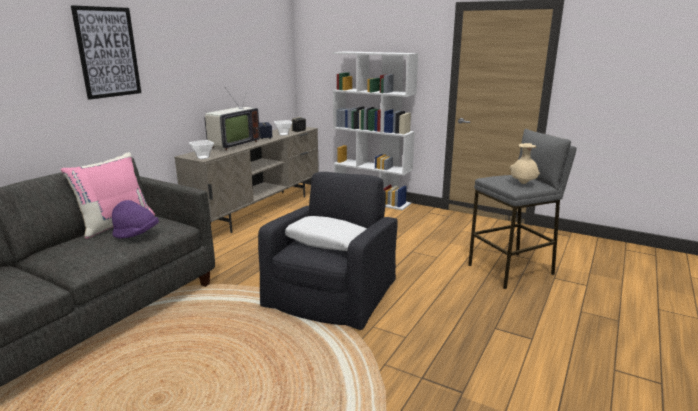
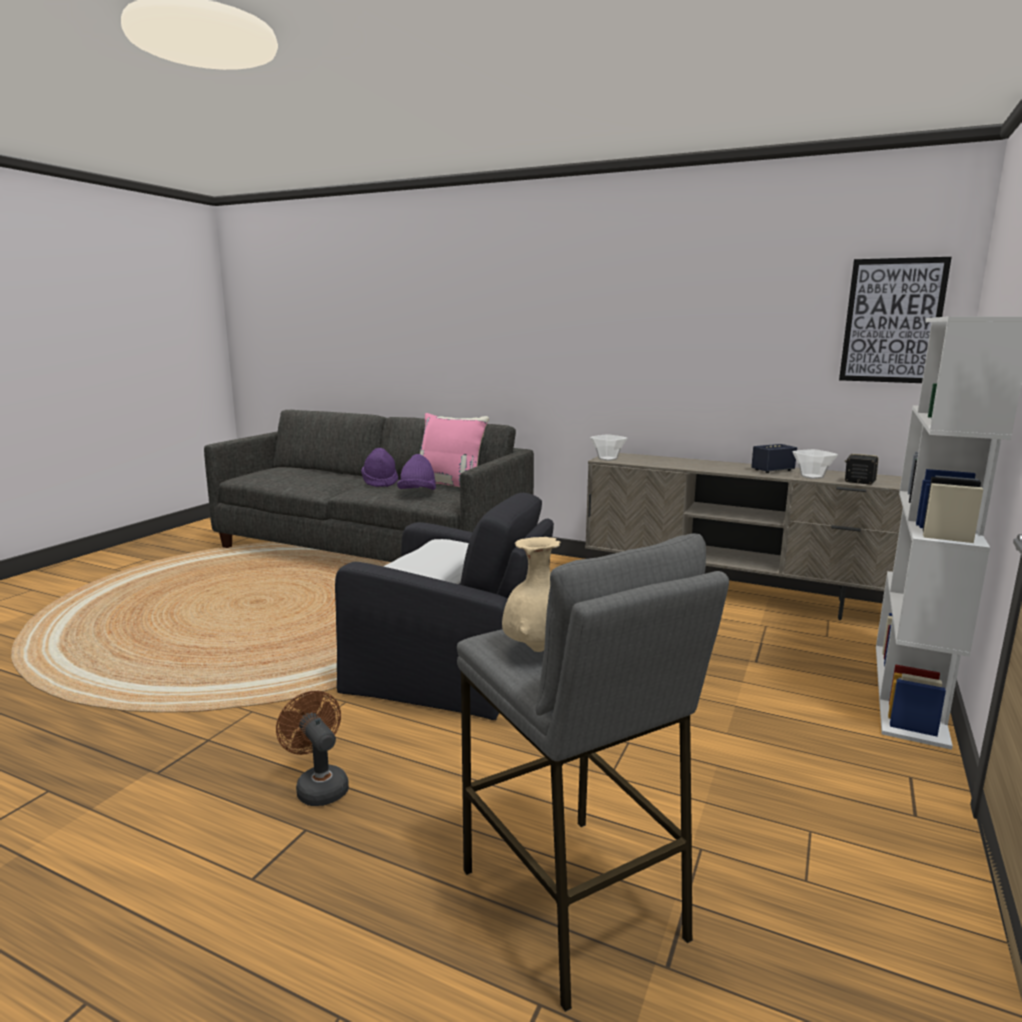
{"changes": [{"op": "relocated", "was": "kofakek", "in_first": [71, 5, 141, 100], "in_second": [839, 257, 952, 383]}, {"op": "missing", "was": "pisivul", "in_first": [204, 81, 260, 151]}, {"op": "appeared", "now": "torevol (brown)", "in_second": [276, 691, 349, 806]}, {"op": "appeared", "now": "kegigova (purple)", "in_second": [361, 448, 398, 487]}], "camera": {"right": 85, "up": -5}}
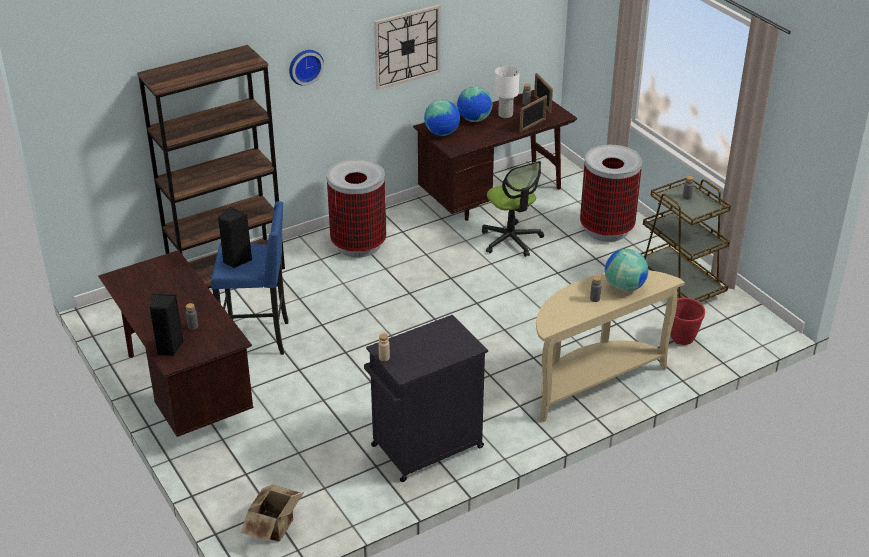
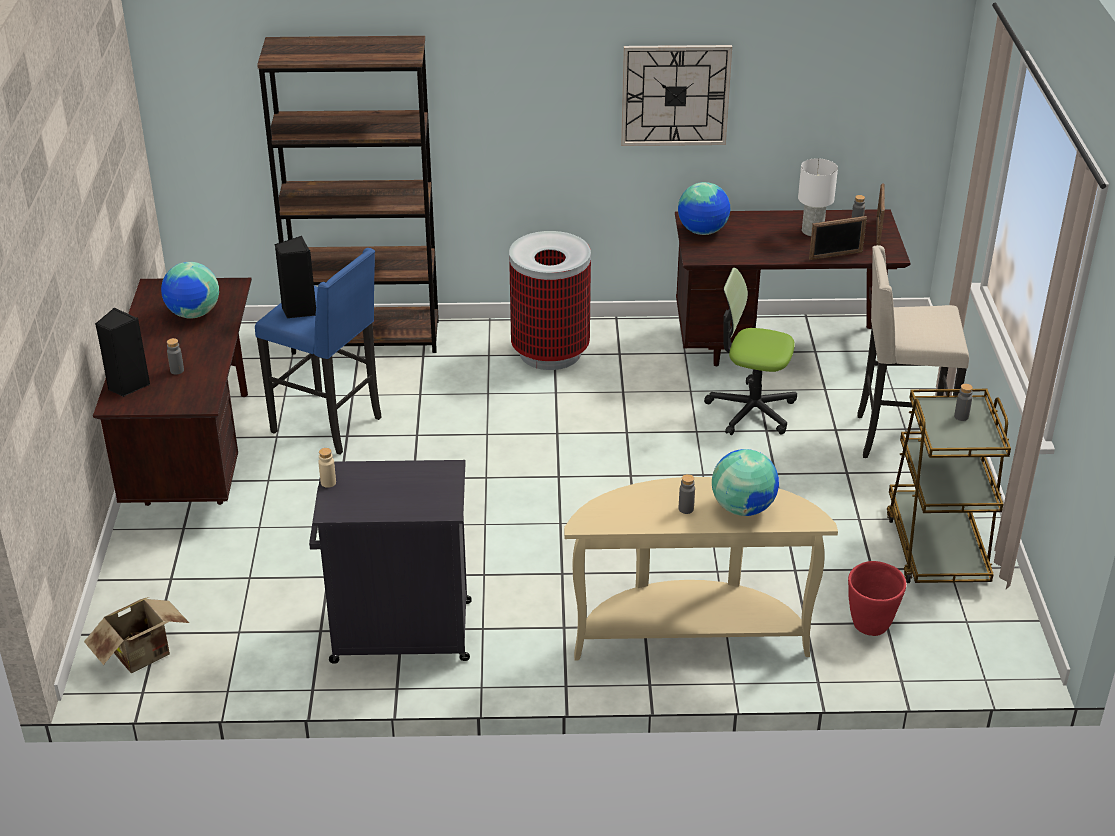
{"changes": [{"op": "missing", "was": "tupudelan", "in_first": [289, 50, 324, 86]}, {"op": "relocated", "was": "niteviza", "in_first": [457, 86, 492, 122], "in_second": [161, 262, 219, 319]}, {"op": "spun", "was": "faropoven", "in_first": [482, 161, 544, 257], "in_second": [704, 268, 797, 435], "clockwise": 105}, {"op": "exchanged", "was": "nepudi", "now": "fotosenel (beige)", "in_first": [580, 145, 642, 242], "in_second": [857, 245, 969, 458]}], "camera": {"right": 30, "up": 0}}
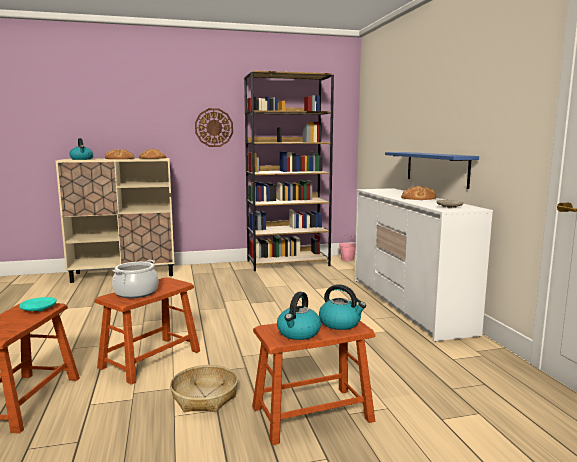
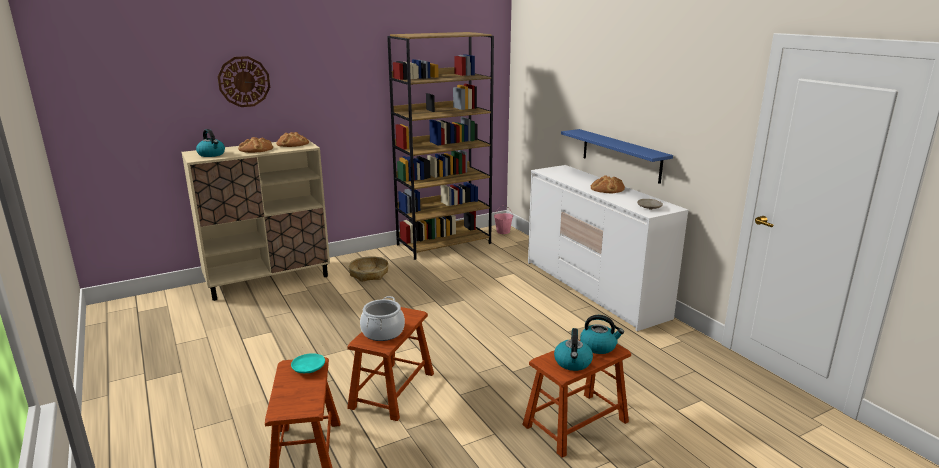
{"changes": [{"op": "relocated", "was": "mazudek", "in_first": [170, 365, 238, 412], "in_second": [348, 256, 389, 282]}, {"op": "relocated", "was": "tupudelan", "in_first": [195, 108, 233, 147], "in_second": [218, 56, 270, 107]}], "camera": {"right": -15, "up": 10}}
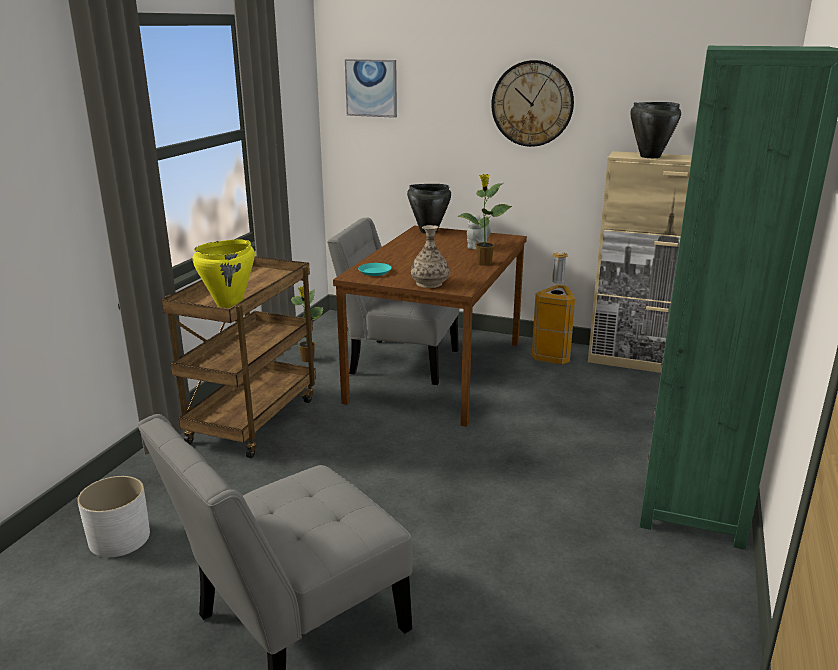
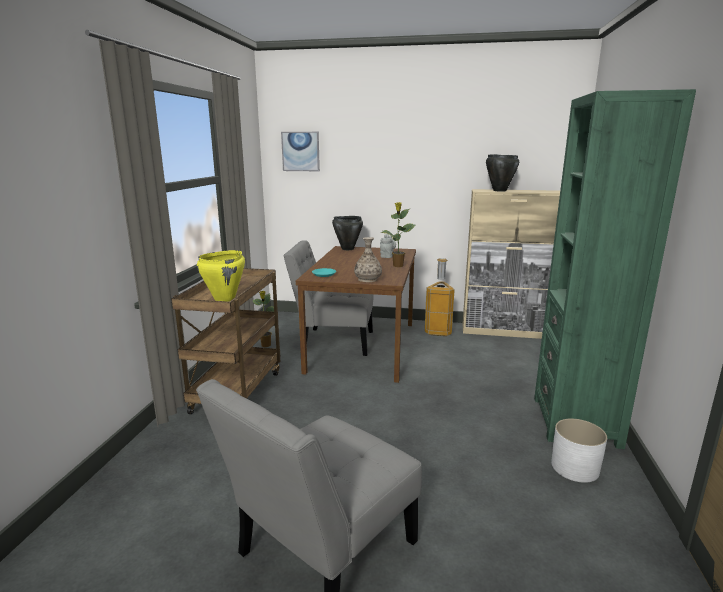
{"changes": [{"op": "relocated", "was": "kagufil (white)", "in_first": [77, 476, 150, 557], "in_second": [551, 419, 607, 483]}, {"op": "missing", "was": "tupudelan", "in_first": [491, 60, 574, 147]}], "camera": {"right": -10, "up": -5}}
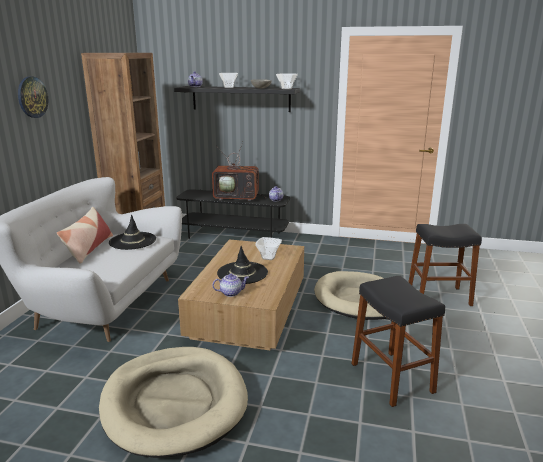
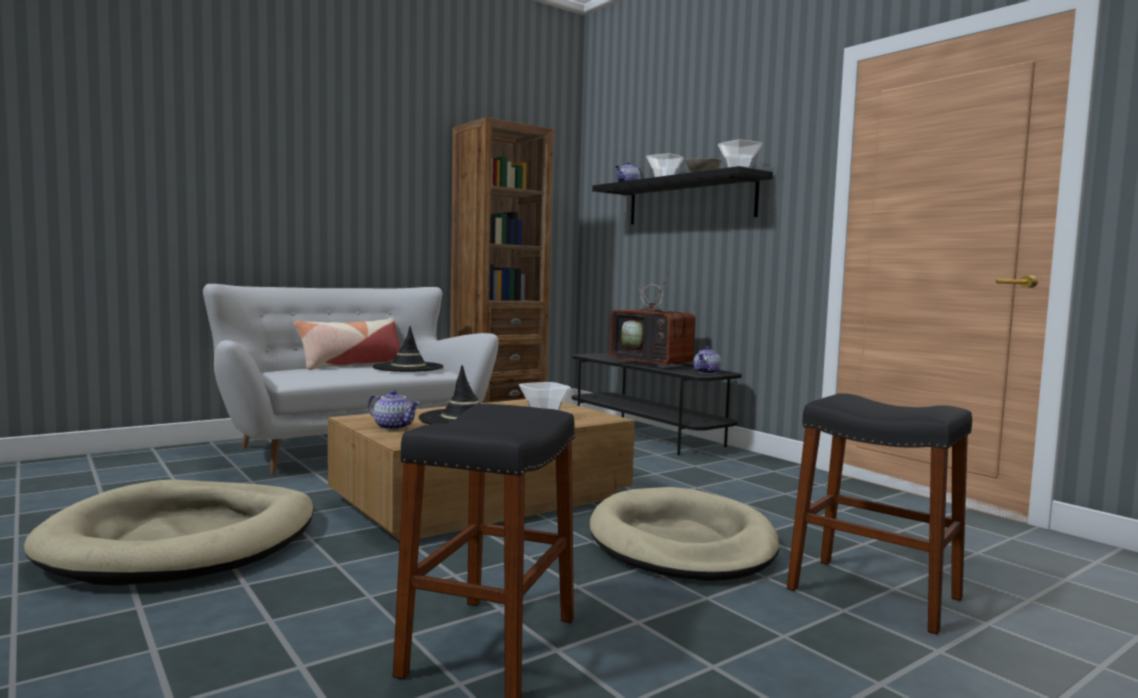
{"changes": [{"op": "missing", "was": "tupudelan", "in_first": [18, 77, 48, 118]}], "camera": {"right": 40, "up": -15}}
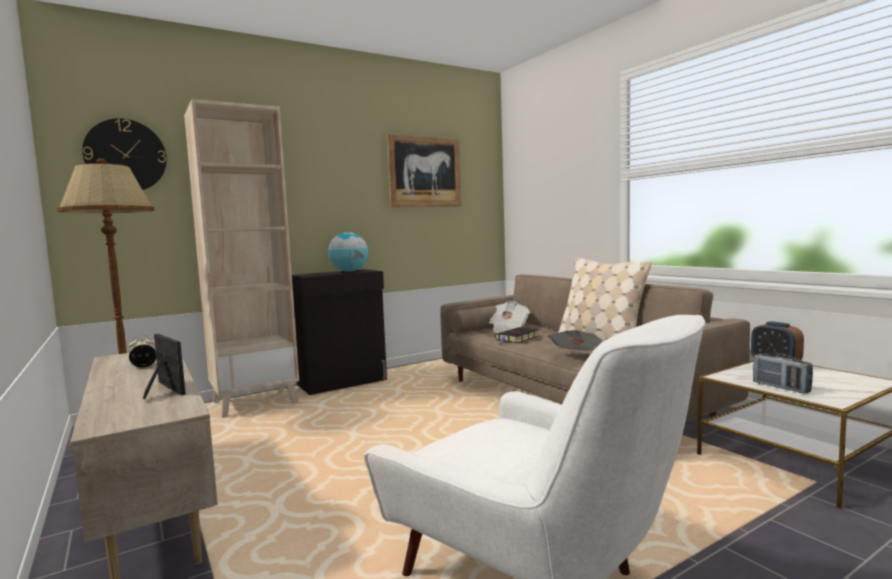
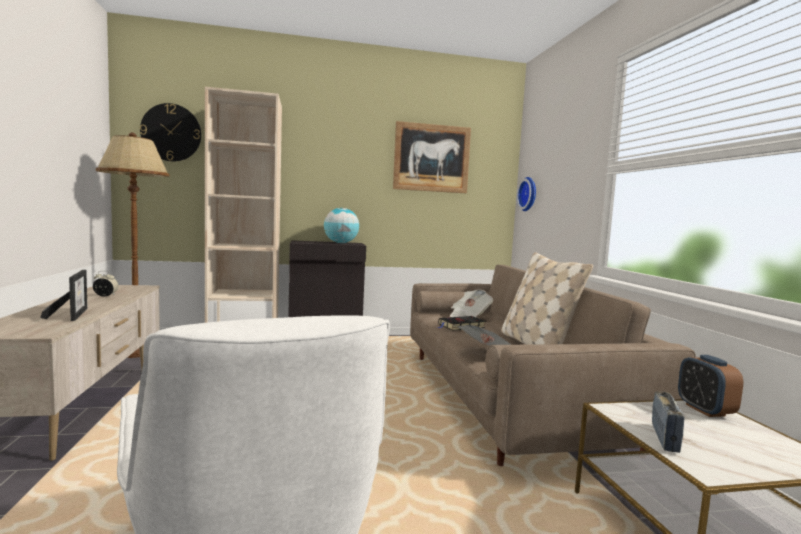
{"changes": [{"op": "spun", "was": "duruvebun", "in_first": [753, 353, 813, 393], "in_second": [652, 391, 685, 453], "clockwise": -150}, {"op": "appeared", "now": "tupudelan", "in_second": [517, 177, 536, 211]}], "camera": {"right": 20, "up": 0}}
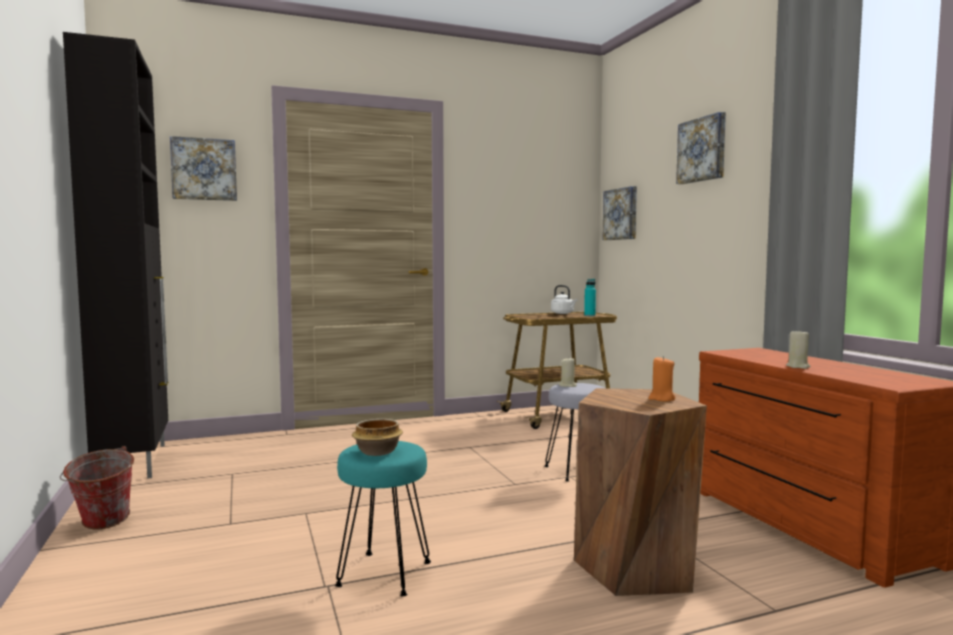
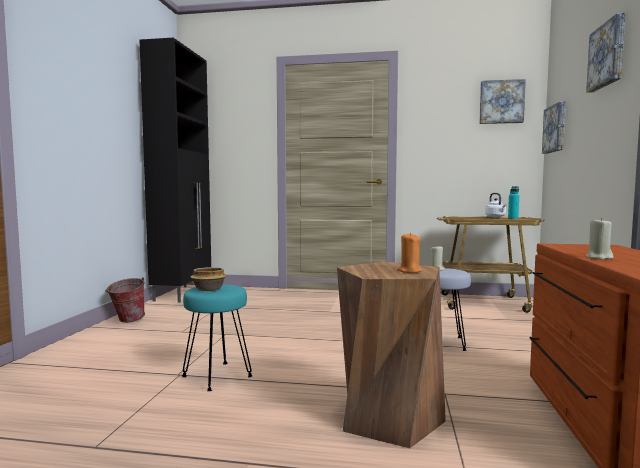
{"changes": [{"op": "relocated", "was": "kofakek", "in_first": [170, 136, 237, 201], "in_second": [479, 79, 526, 124]}], "camera": {"right": 30, "up": 0}}
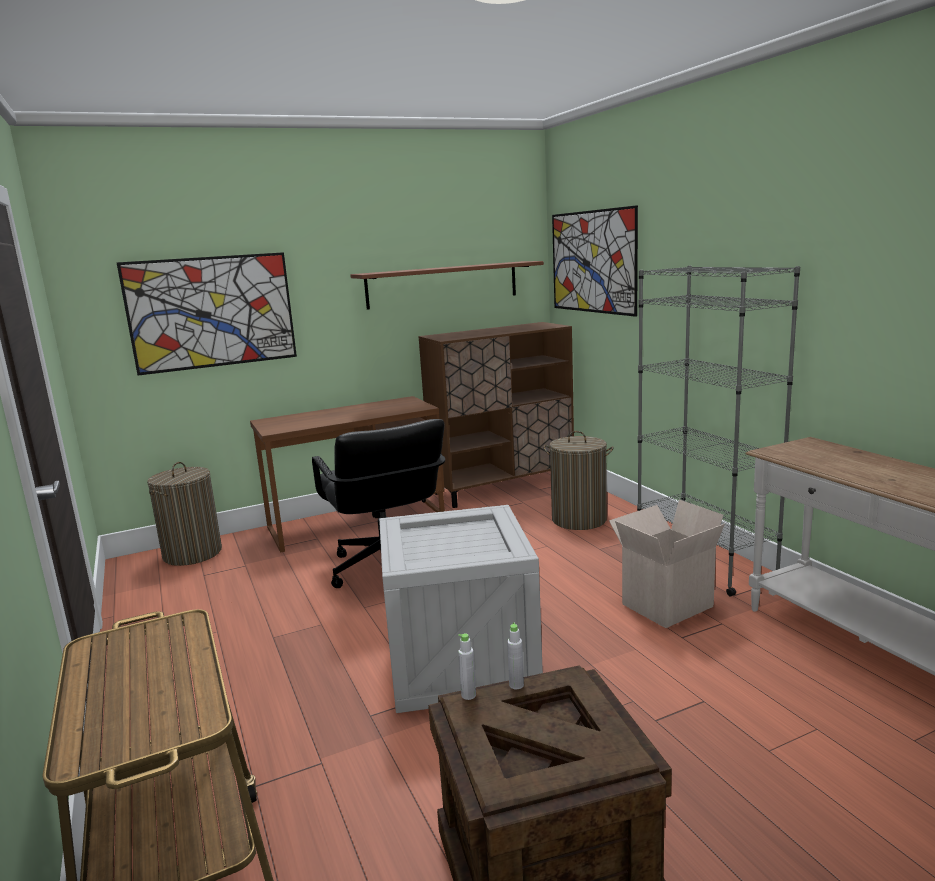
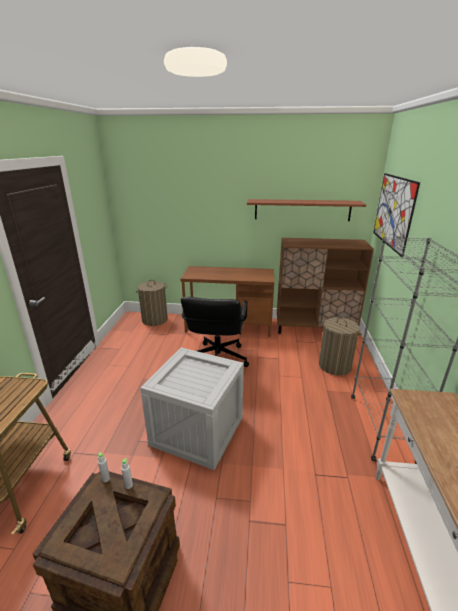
{"changes": [{"op": "missing", "was": "kofakek", "in_first": [117, 252, 297, 375]}, {"op": "missing", "was": "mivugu", "in_first": [609, 500, 725, 628]}], "camera": {"right": 30, "up": 10}}
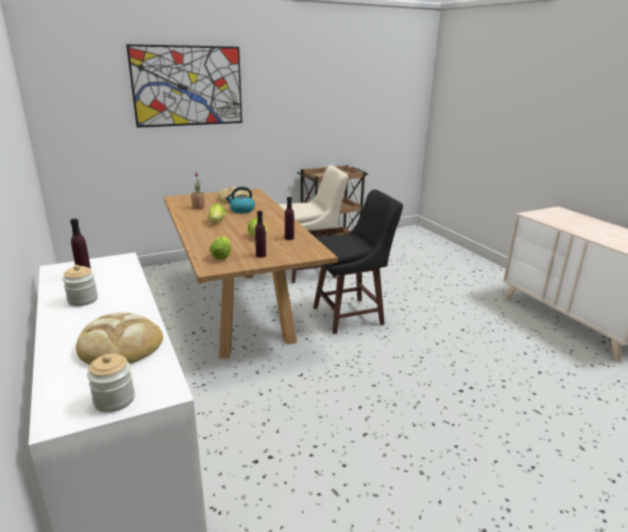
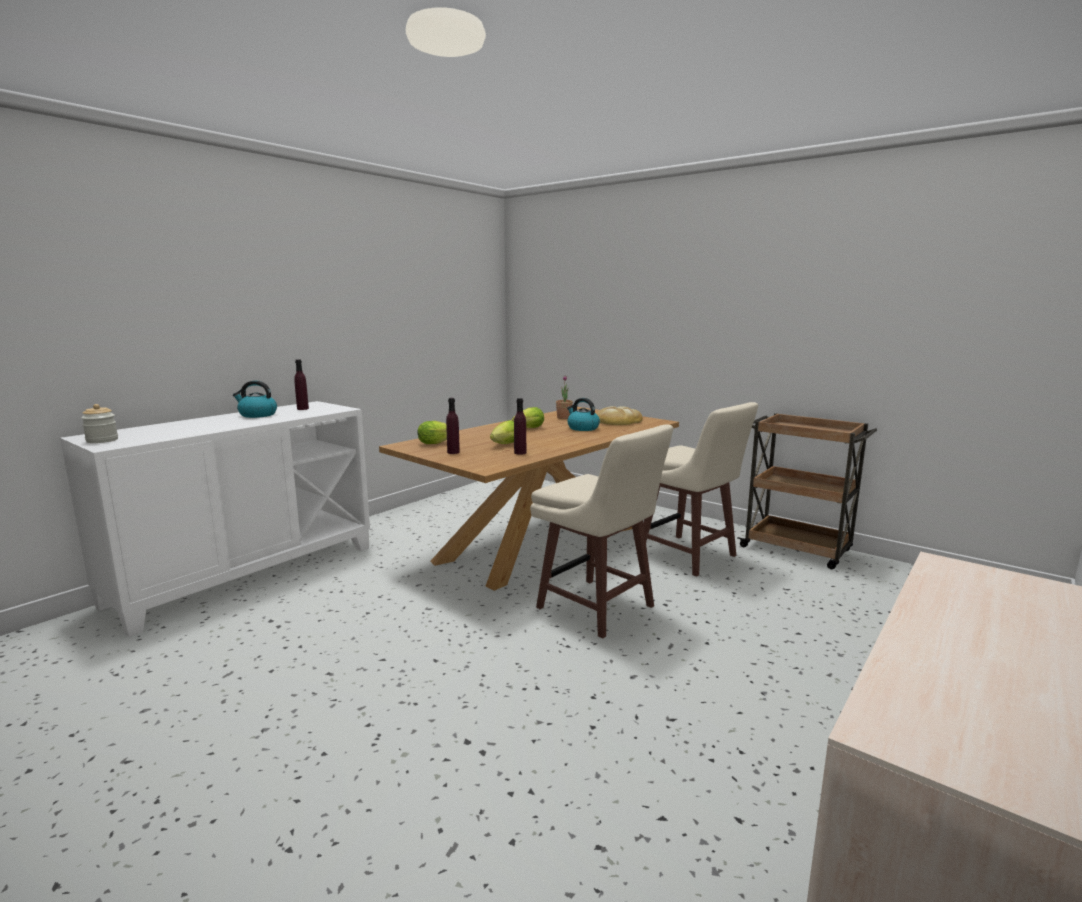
{"changes": [{"op": "exchanged", "was": "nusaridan", "now": "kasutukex", "in_first": [63, 265, 98, 306], "in_second": [233, 381, 277, 418]}, {"op": "missing", "was": "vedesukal", "in_first": [76, 313, 163, 365]}, {"op": "missing", "was": "kofakek", "in_first": [126, 44, 242, 128]}, {"op": "colour", "was": "fotosenel (black)", "now": "fotosenel (beige)", "in_first": [313, 190, 403, 334], "in_second": [530, 425, 673, 639]}], "camera": {"right": 65, "up": -10}}
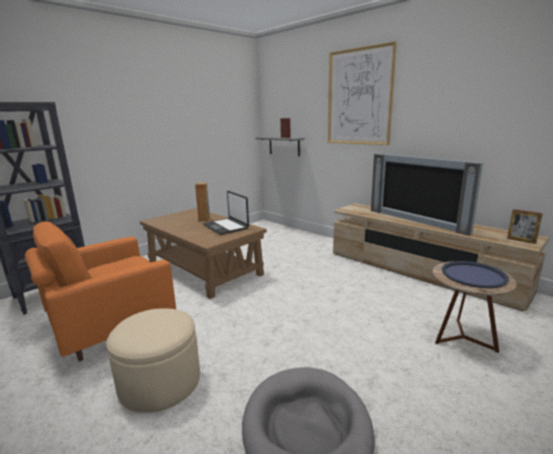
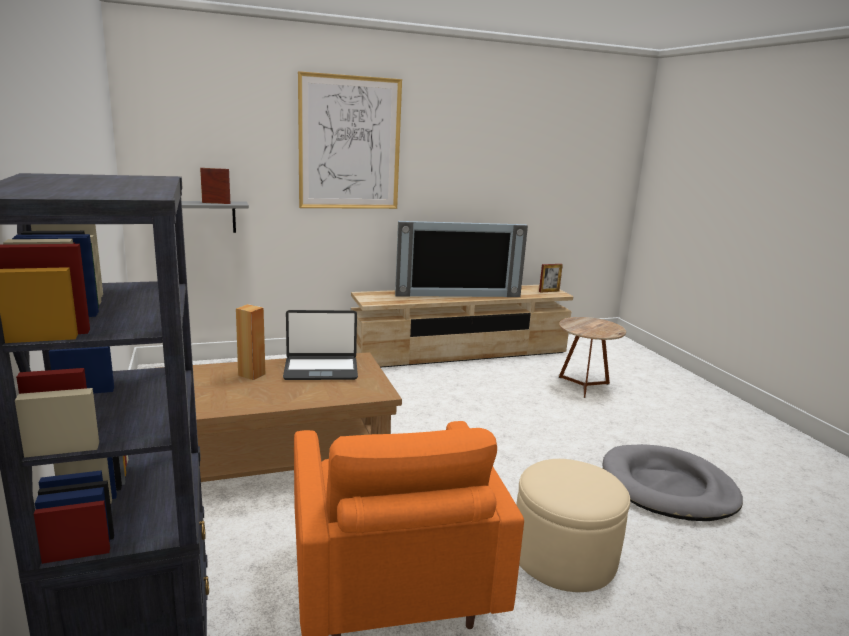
{"changes": [{"op": "missing", "was": "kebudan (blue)", "in_first": [442, 261, 509, 288]}], "camera": {"right": -65, "up": 0}}
